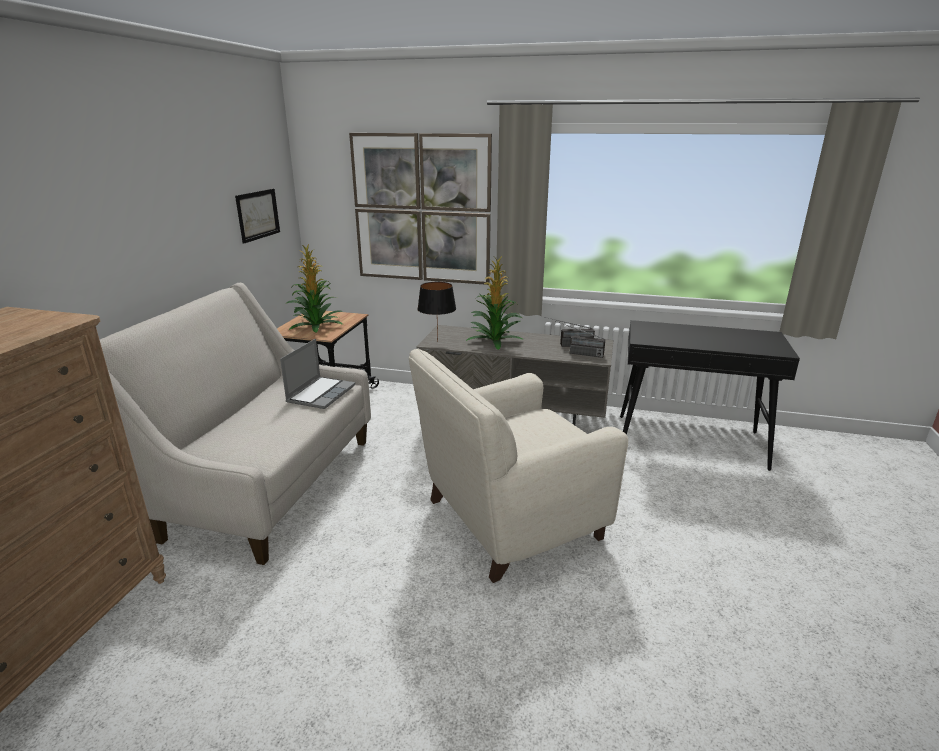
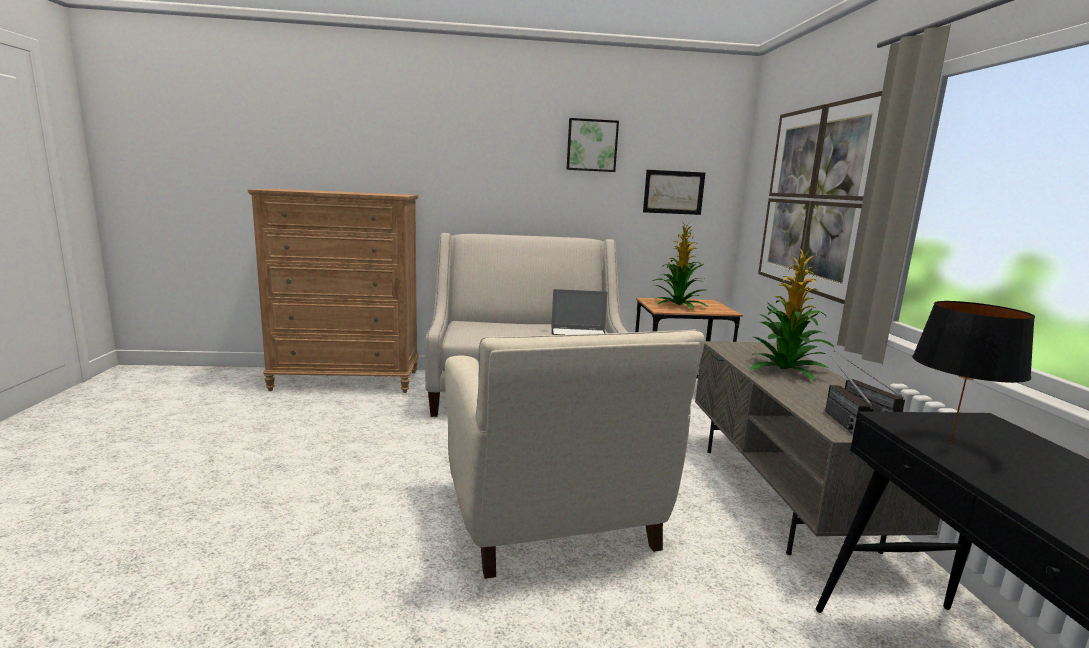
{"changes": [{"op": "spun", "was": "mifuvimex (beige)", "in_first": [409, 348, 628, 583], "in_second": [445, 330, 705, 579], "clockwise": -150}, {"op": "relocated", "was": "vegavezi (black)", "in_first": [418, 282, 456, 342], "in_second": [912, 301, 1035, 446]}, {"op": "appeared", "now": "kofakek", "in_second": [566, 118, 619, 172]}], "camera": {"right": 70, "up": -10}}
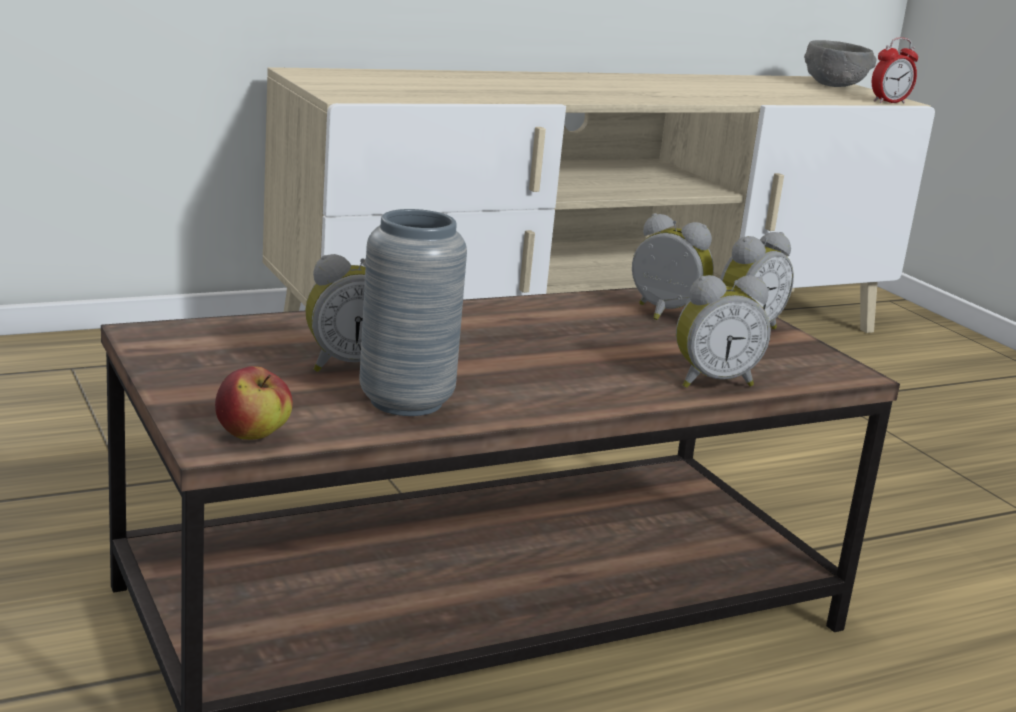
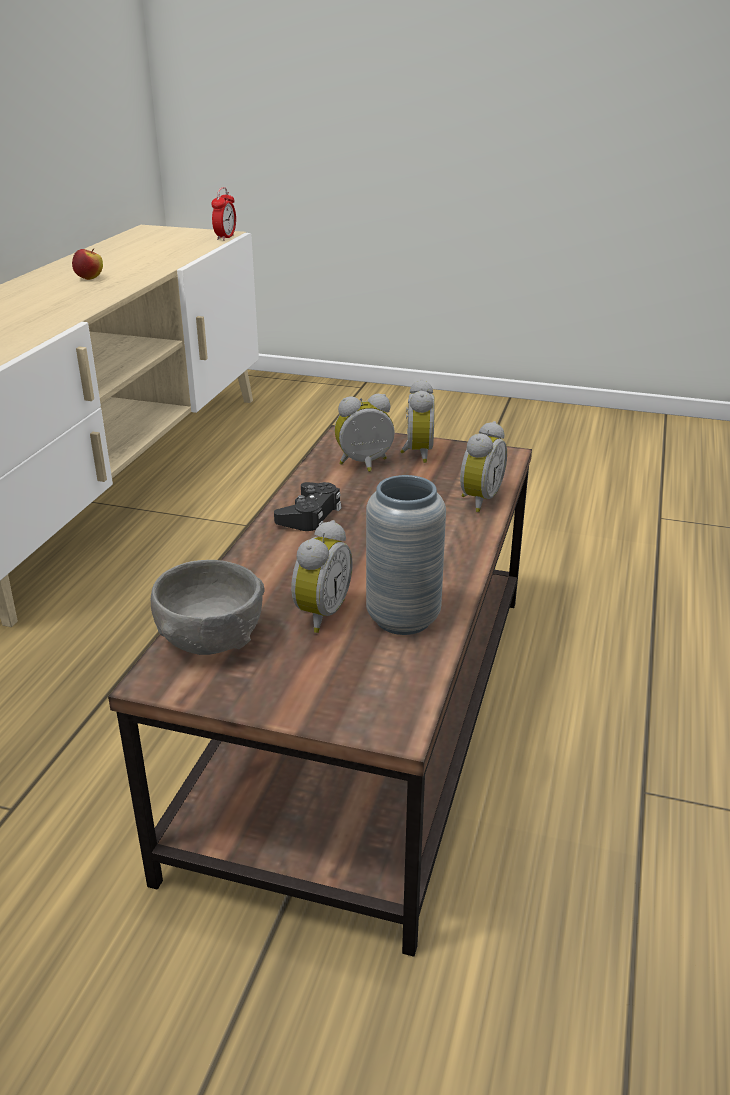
{"changes": [{"op": "relocated", "was": "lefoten", "in_first": [215, 366, 293, 440], "in_second": [72, 248, 103, 280]}, {"op": "relocated", "was": "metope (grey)", "in_first": [804, 40, 877, 87], "in_second": [151, 560, 264, 655]}, {"op": "appeared", "now": "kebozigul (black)", "in_second": [274, 482, 342, 531]}], "camera": {"right": -45, "up": 10}}
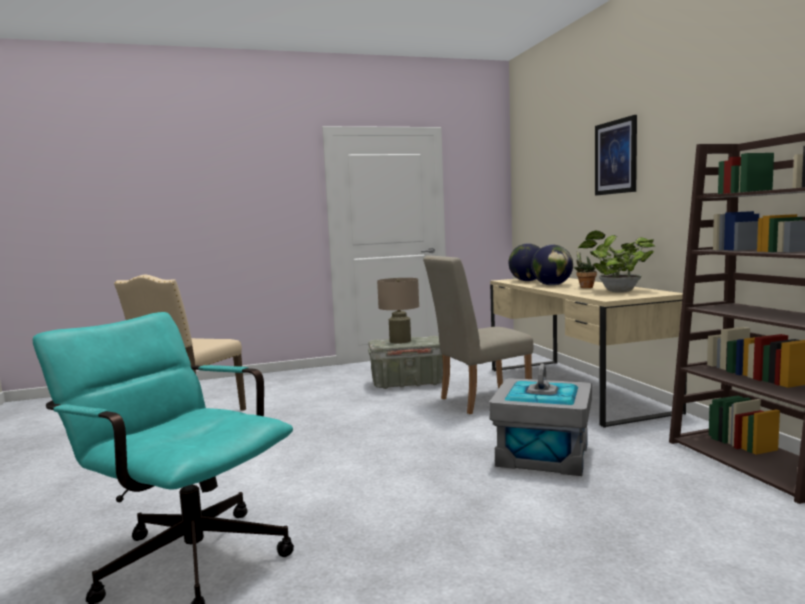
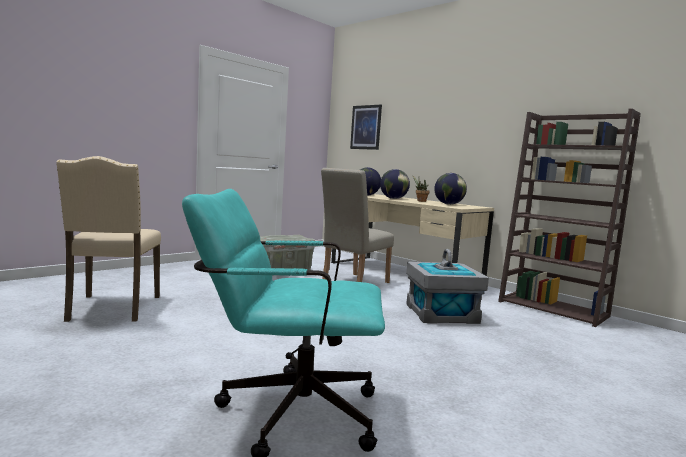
{"changes": [{"op": "missing", "was": "vegavezi (beige)", "in_first": [377, 278, 419, 344]}, {"op": "exchanged", "was": "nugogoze", "now": "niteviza", "in_first": [577, 231, 655, 293], "in_second": [434, 173, 467, 205]}, {"op": "relocated", "was": "kofakek", "in_first": [595, 115, 637, 195], "in_second": [350, 105, 382, 150]}], "camera": {"right": -30, "up": 0}}
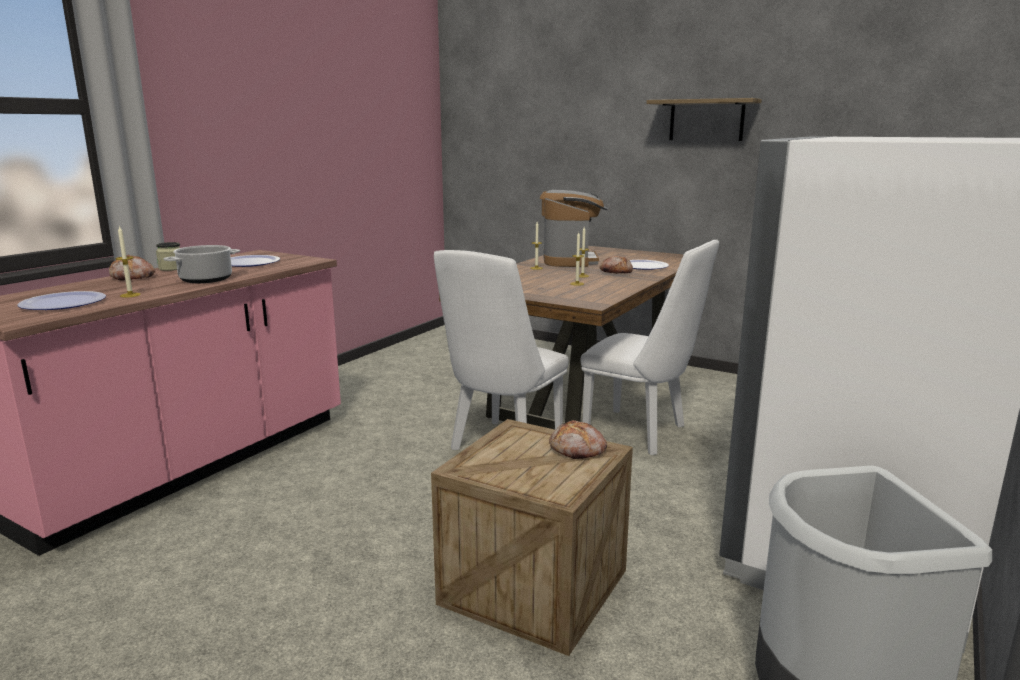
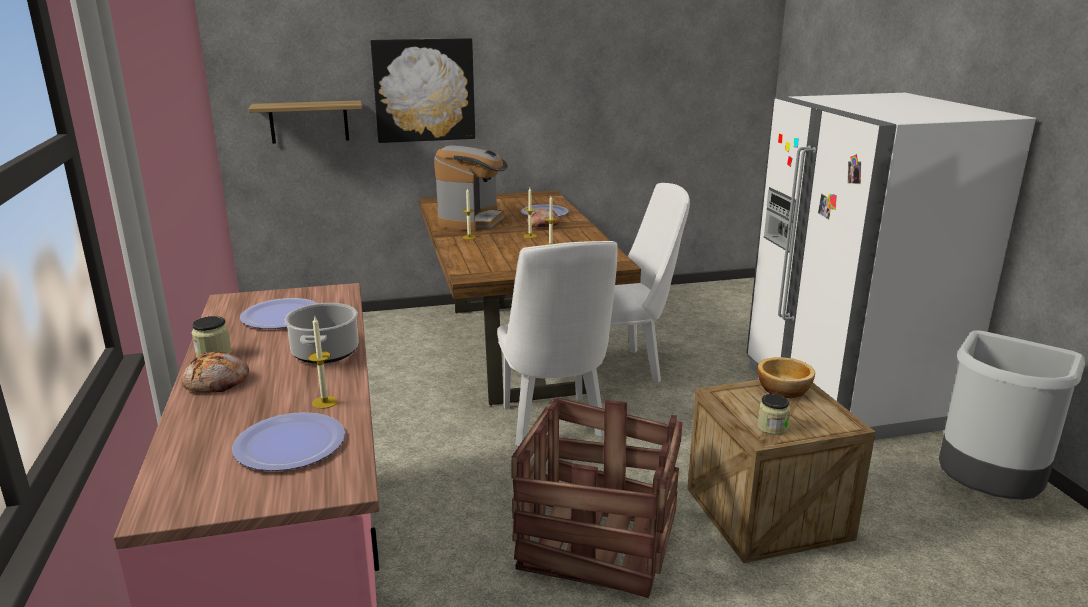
{"changes": [{"op": "spun", "was": "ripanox", "in_first": [540, 190, 608, 267], "in_second": [434, 145, 508, 231], "clockwise": 60}, {"op": "exchanged", "was": "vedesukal", "now": "metope", "in_first": [549, 420, 607, 459], "in_second": [757, 357, 815, 398]}, {"op": "relocated", "was": "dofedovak", "in_first": [646, 98, 762, 141], "in_second": [248, 100, 362, 144]}, {"op": "appeared", "now": "kofakek", "in_second": [370, 38, 475, 143]}, {"op": "appeared", "now": "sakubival", "in_second": [511, 397, 682, 598]}, {"op": "appeared", "now": "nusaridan", "in_second": [757, 394, 790, 435]}], "camera": {"right": -45, "up": 5}}
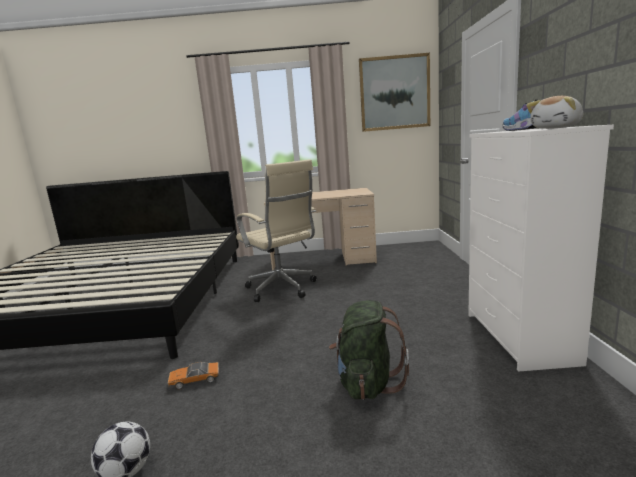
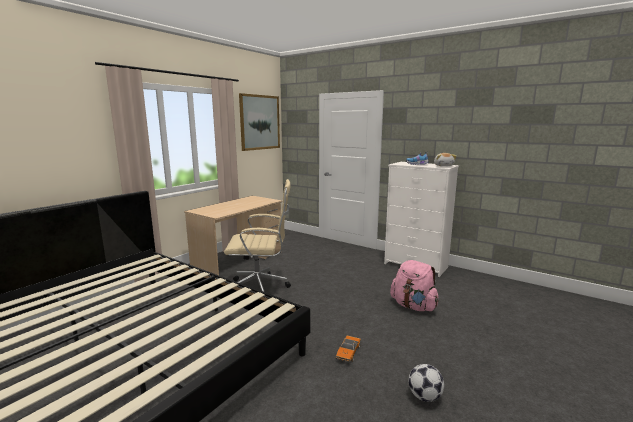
{"changes": [{"op": "colour", "was": "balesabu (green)", "now": "balesabu (pink)", "in_first": [329, 300, 409, 400], "in_second": [390, 260, 439, 311]}], "camera": {"right": -55, "up": 0}}
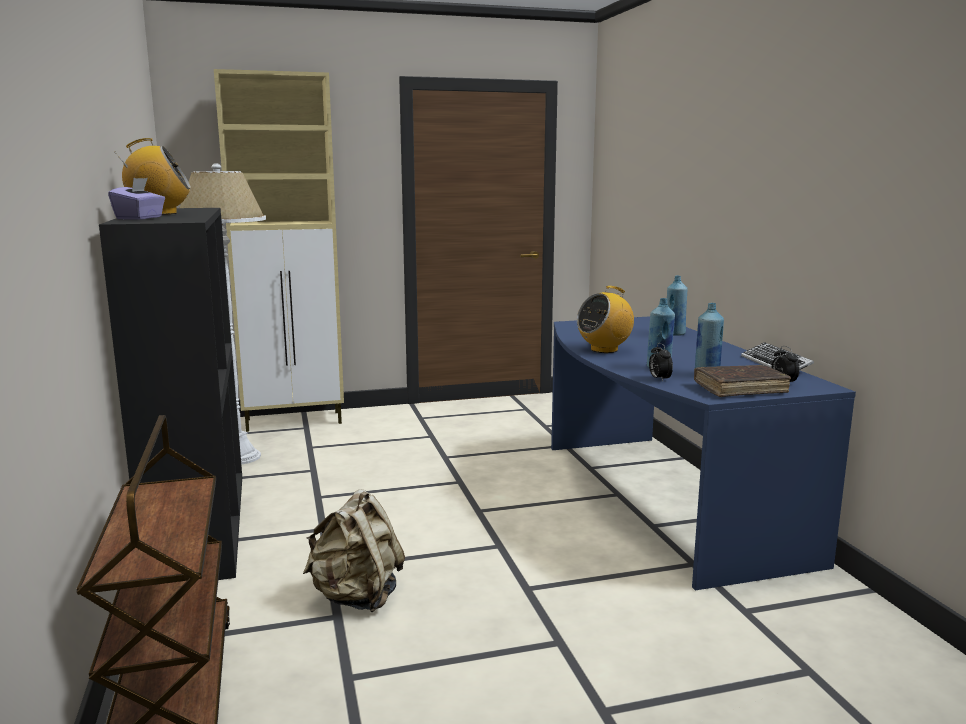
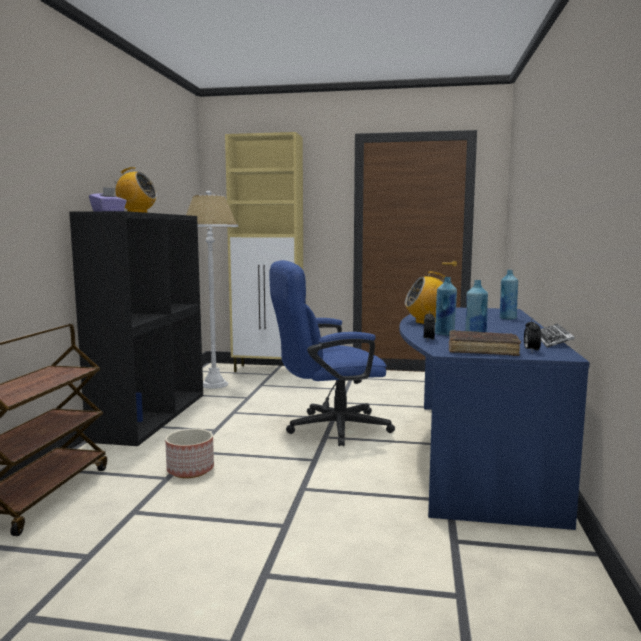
{"changes": [{"op": "exchanged", "was": "balesabu (beige)", "now": "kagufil", "in_first": [303, 489, 405, 612], "in_second": [165, 429, 214, 478]}, {"op": "appeared", "now": "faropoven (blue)", "in_second": [269, 260, 395, 446]}], "camera": {"right": 25, "up": -5}}
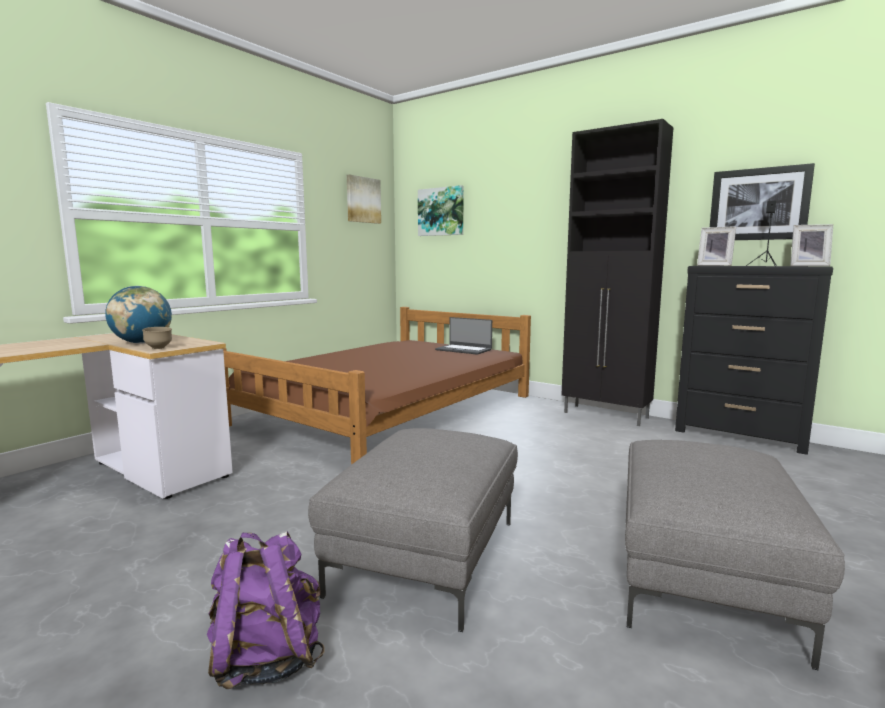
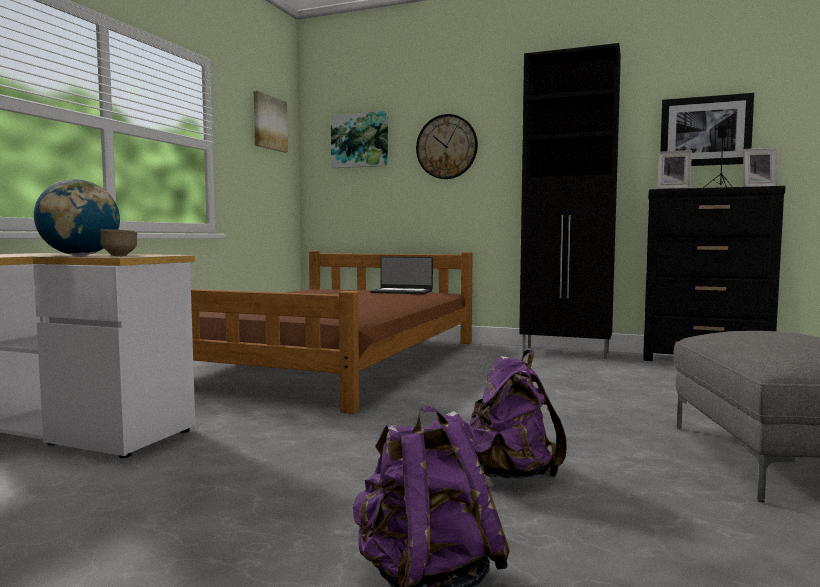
{"changes": [{"op": "exchanged", "was": "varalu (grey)", "now": "balesabu (purple)", "in_first": [308, 428, 518, 632], "in_second": [469, 350, 567, 478]}, {"op": "appeared", "now": "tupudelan", "in_second": [416, 114, 478, 179]}], "camera": {"right": -15, "up": -5}}
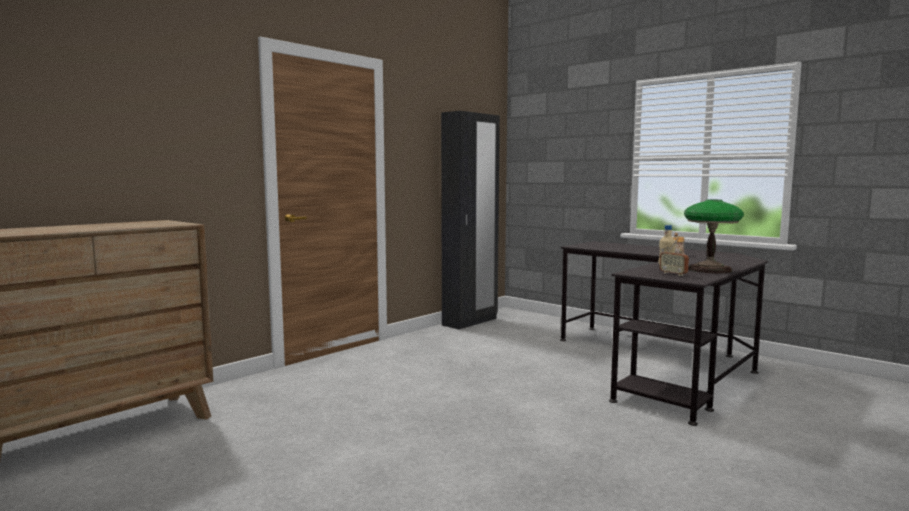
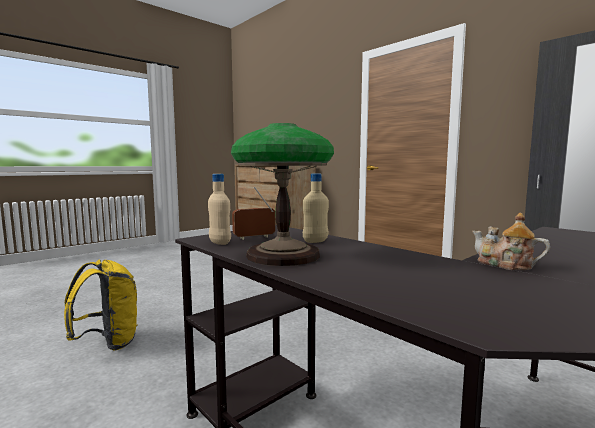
{"changes": [{"op": "appeared", "now": "balesabu (yellow)", "in_second": [64, 259, 137, 350]}, {"op": "appeared", "now": "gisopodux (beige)", "in_second": [208, 174, 231, 245]}], "camera": {"right": 95, "up": 0}}
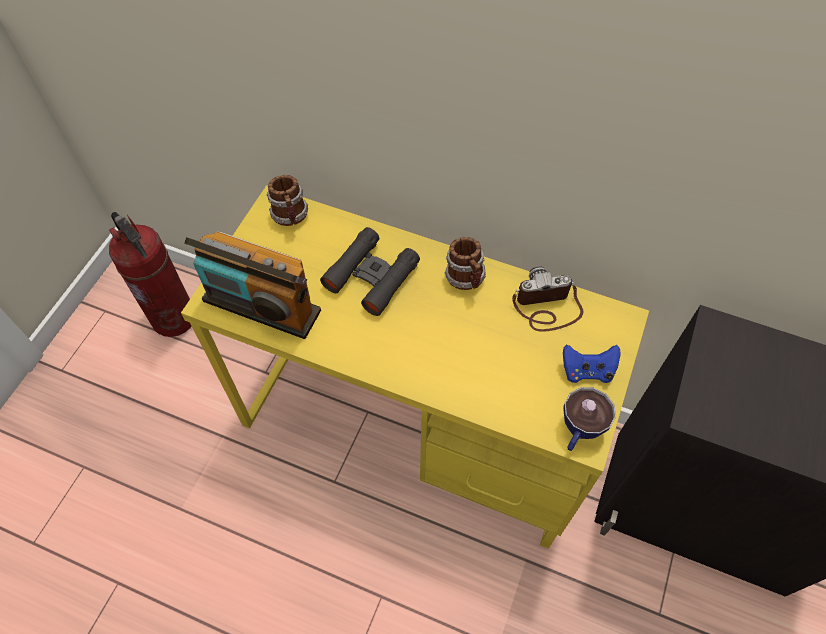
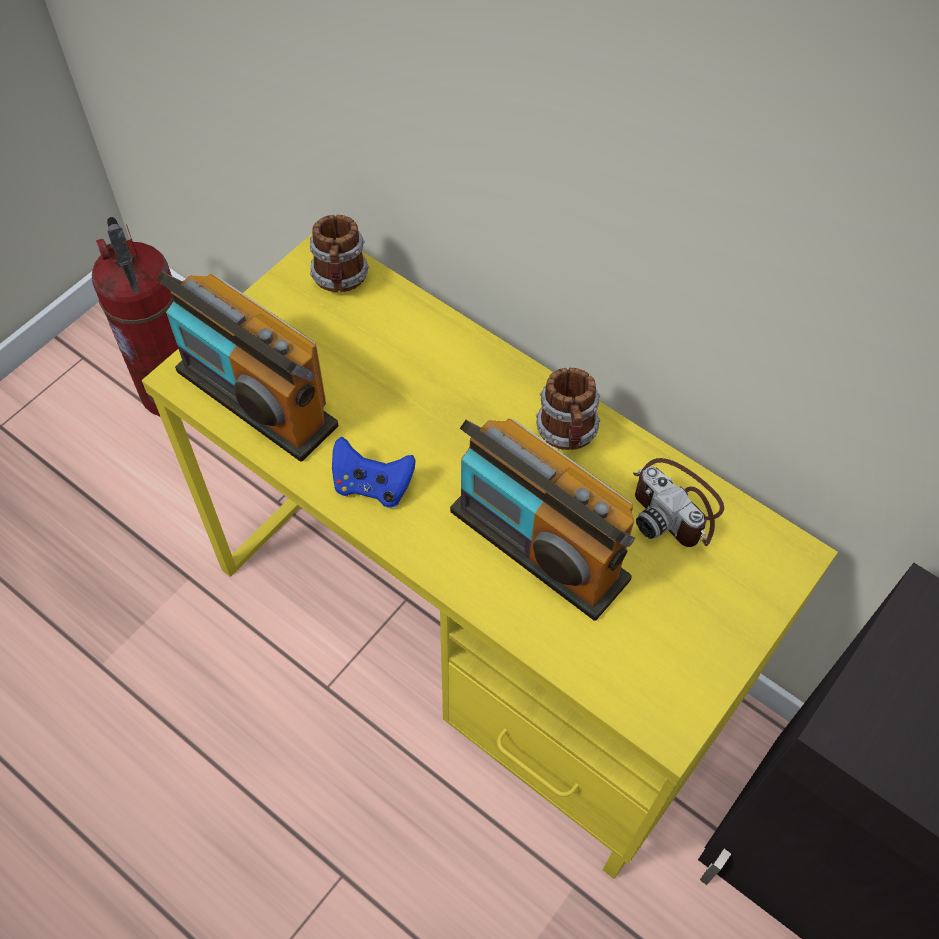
{"changes": [{"op": "missing", "was": "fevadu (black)", "in_first": [320, 227, 420, 316]}, {"op": "spun", "was": "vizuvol", "in_first": [512, 266, 583, 332], "in_second": [633, 458, 724, 547], "clockwise": -135}, {"op": "relocated", "was": "kebozigul (blue)", "in_first": [563, 345, 620, 383], "in_second": [332, 437, 416, 507]}, {"op": "missing", "was": "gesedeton", "in_first": [564, 387, 616, 451]}, {"op": "appeared", "now": "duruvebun", "in_second": [450, 419, 635, 621]}], "camera": {"right": 15, "up": 0}}
